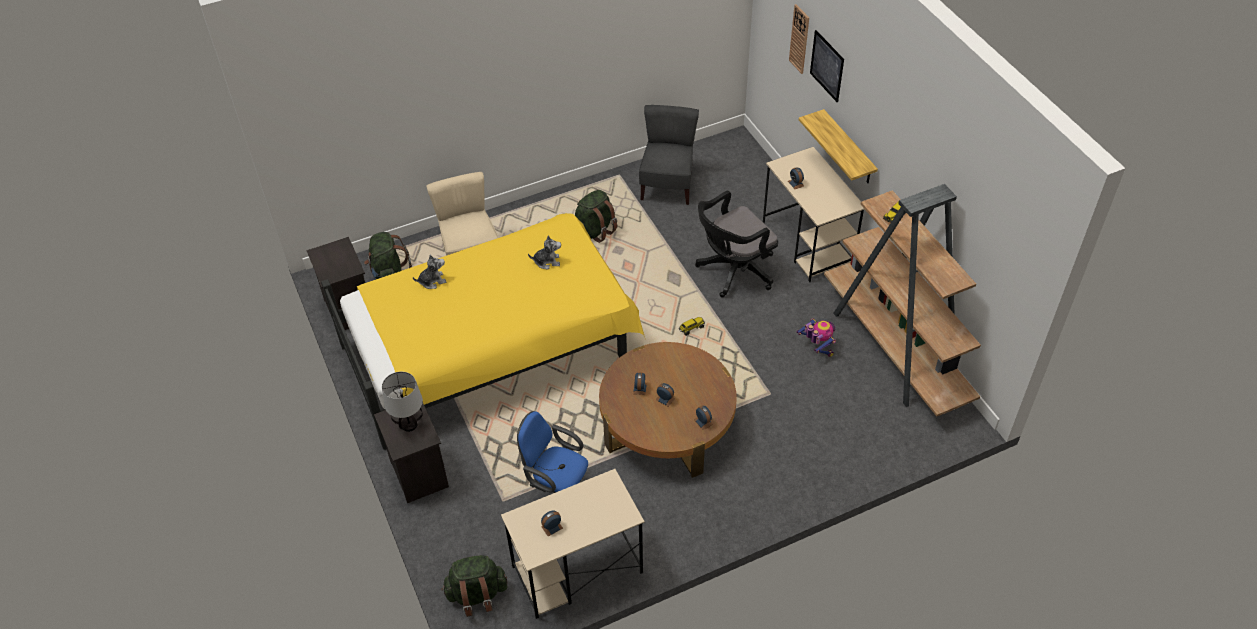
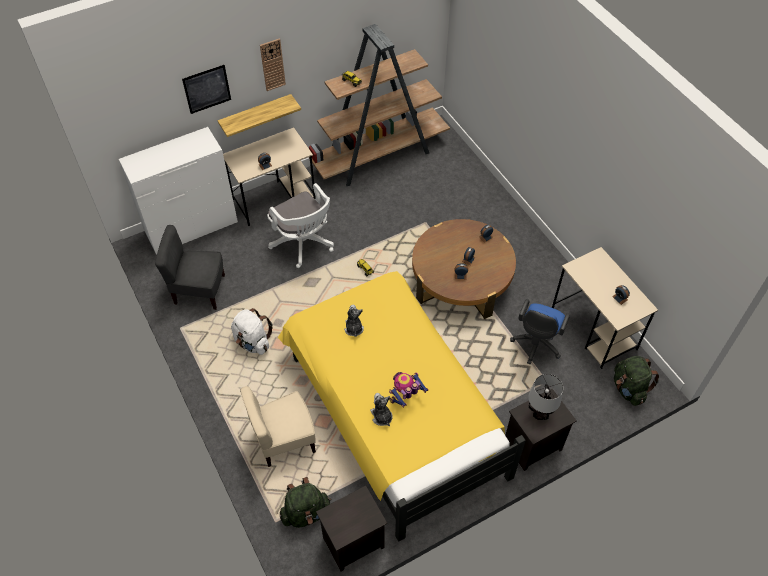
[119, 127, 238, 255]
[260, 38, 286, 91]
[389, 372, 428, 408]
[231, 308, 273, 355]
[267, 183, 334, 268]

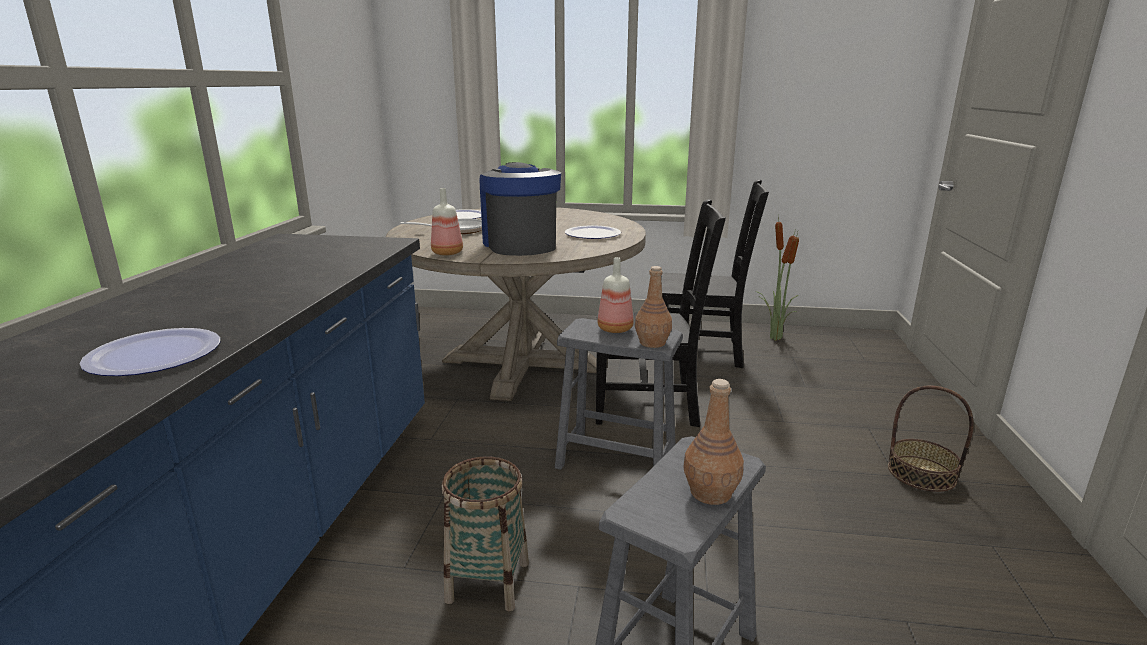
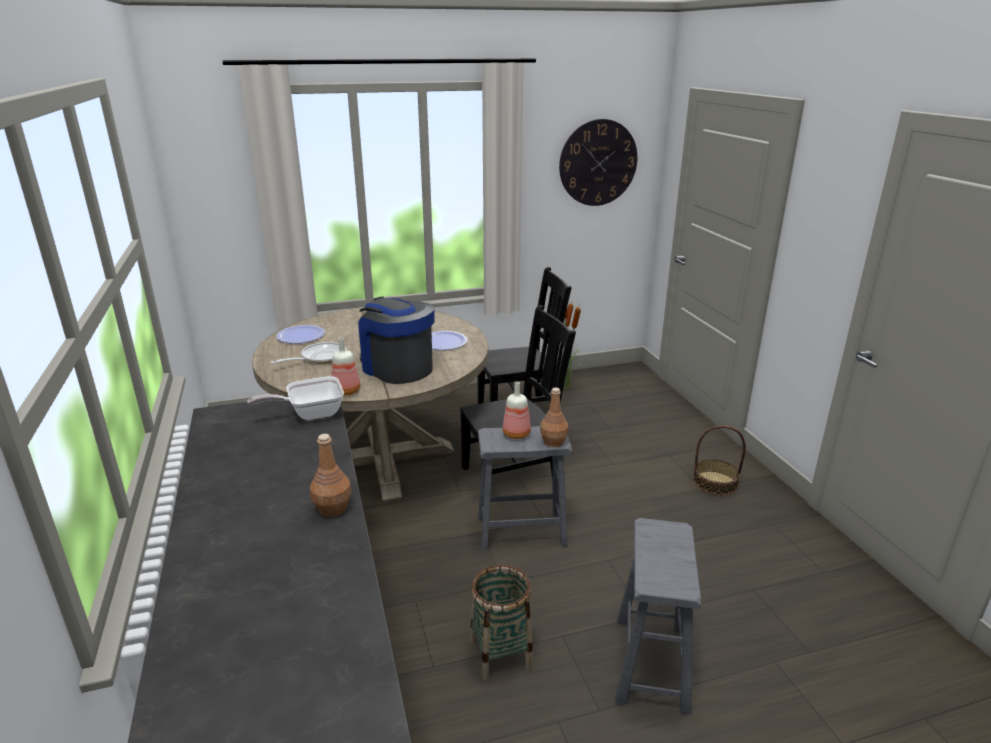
[79, 328, 220, 376] (first image)
[247, 376, 344, 420]
[559, 119, 637, 206]
[310, 434, 351, 517]

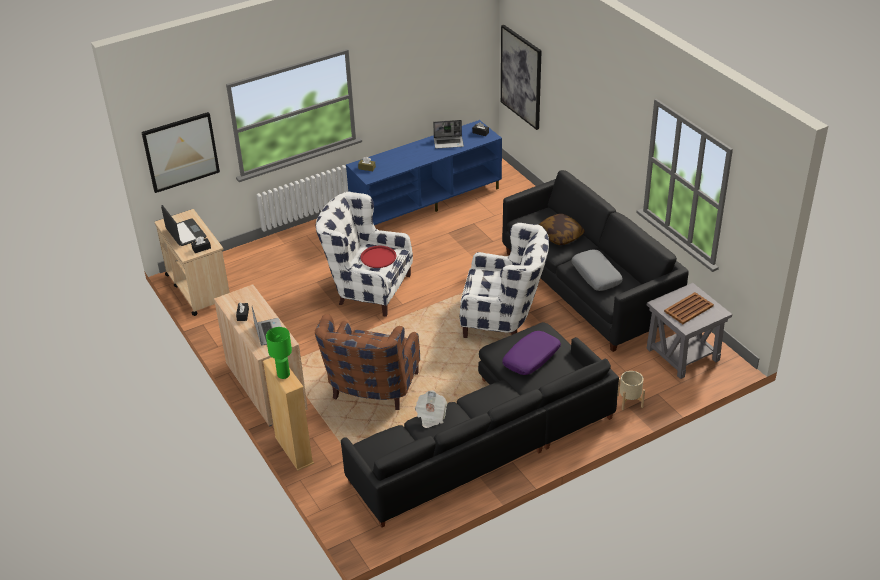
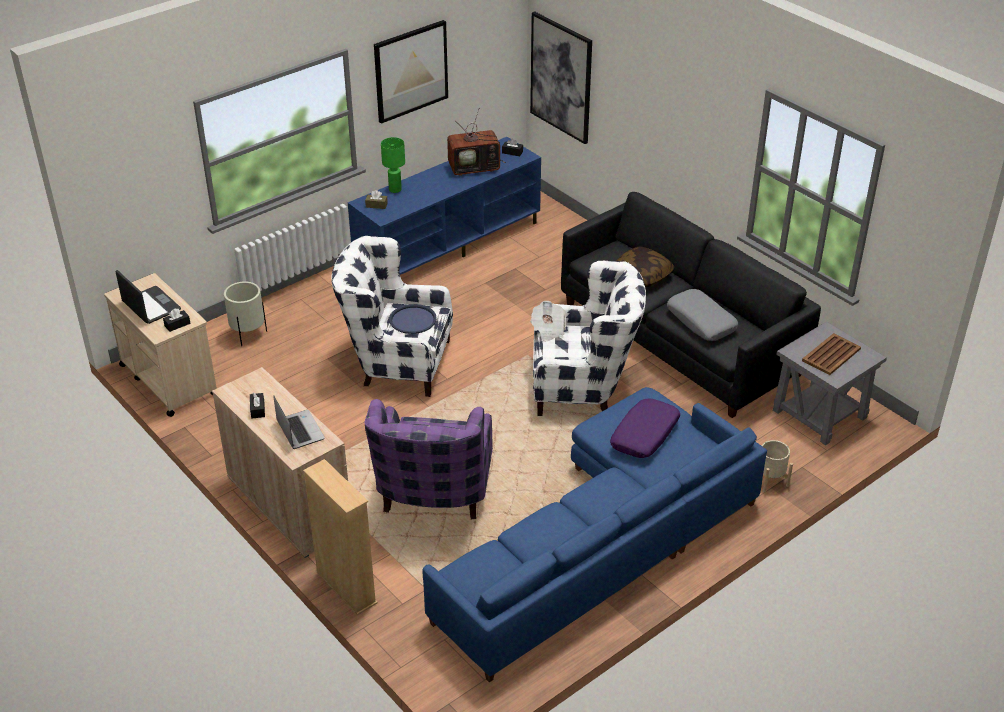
[224, 282, 267, 346]
[374, 20, 448, 124]
[381, 137, 405, 193]
[530, 301, 566, 342]
[447, 109, 506, 176]
[365, 399, 493, 519]
[422, 387, 767, 683]
[389, 304, 437, 334]

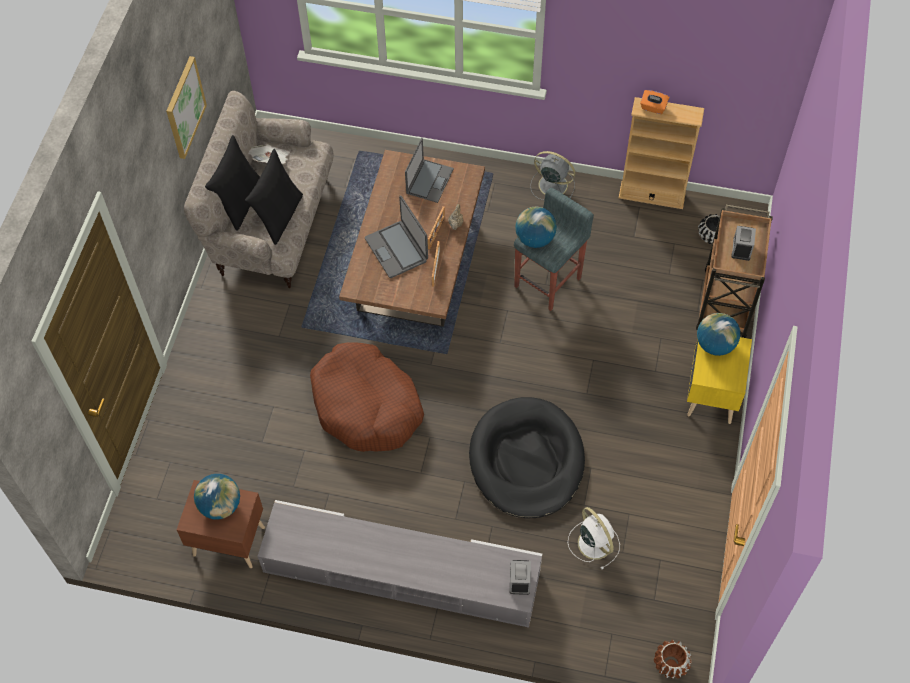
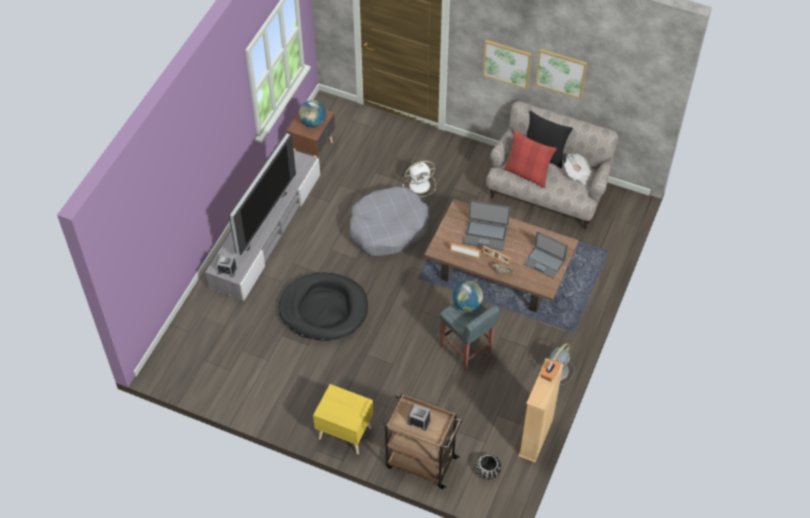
[654, 640, 692, 679] (first image)
[697, 313, 740, 356] (first image)
[229, 132, 296, 256]
[482, 40, 532, 90]
[402, 161, 436, 197]
[504, 130, 557, 188]
[349, 187, 429, 256]
[463, 200, 510, 250]

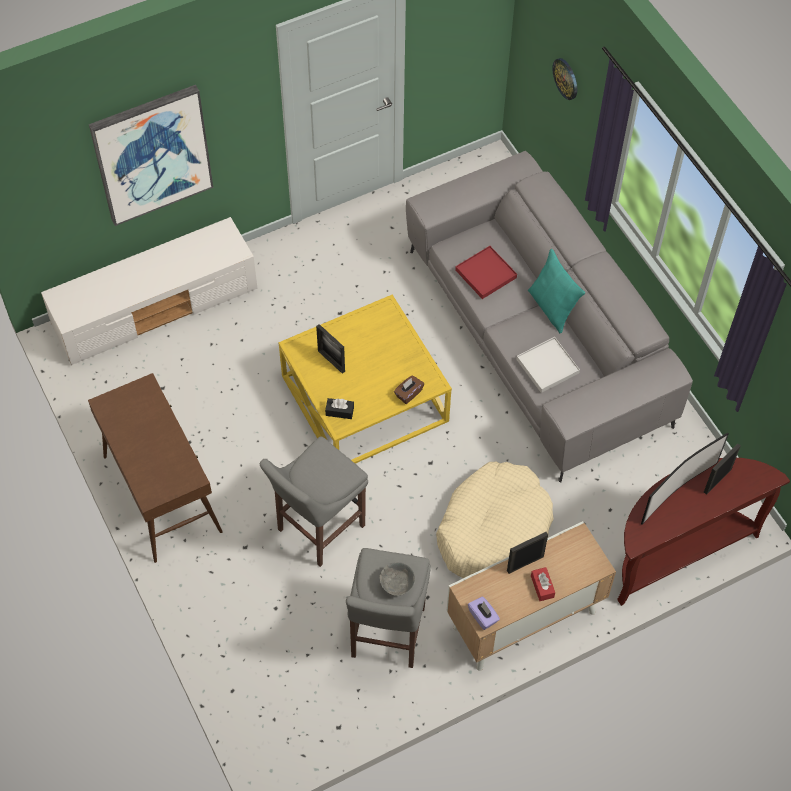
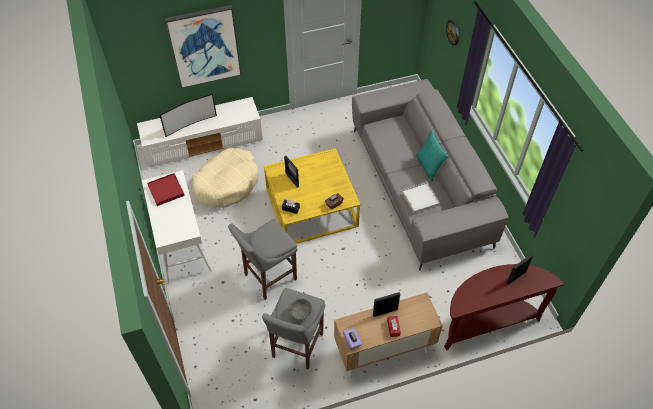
[192, 148, 258, 208]
[147, 173, 185, 206]
[159, 94, 217, 137]
[142, 170, 212, 283]

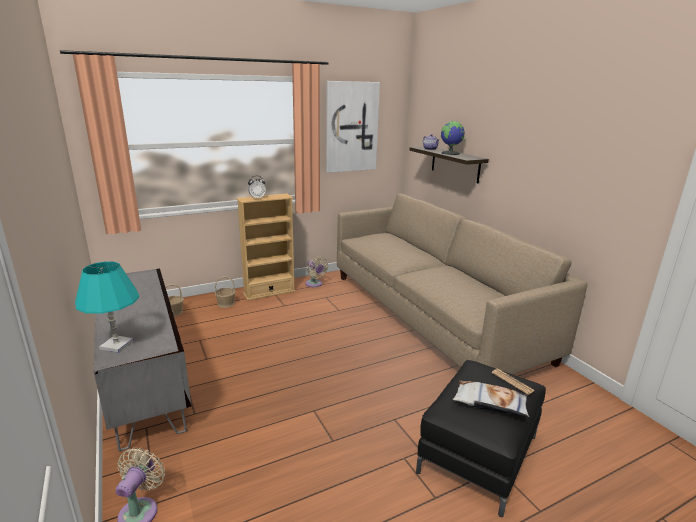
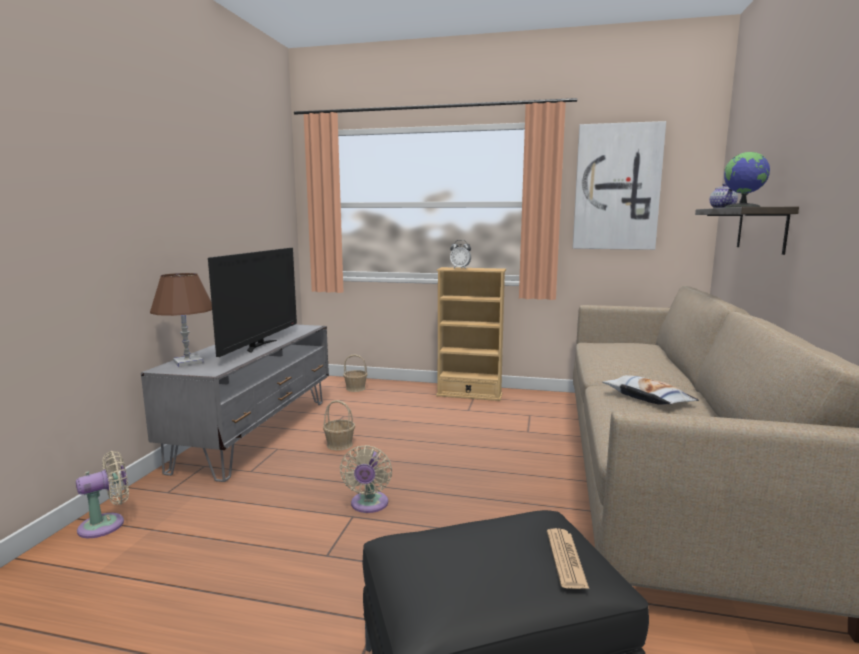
[208, 248, 297, 357]
[323, 400, 355, 451]
[340, 445, 392, 513]
[602, 375, 699, 404]
[150, 273, 212, 366]

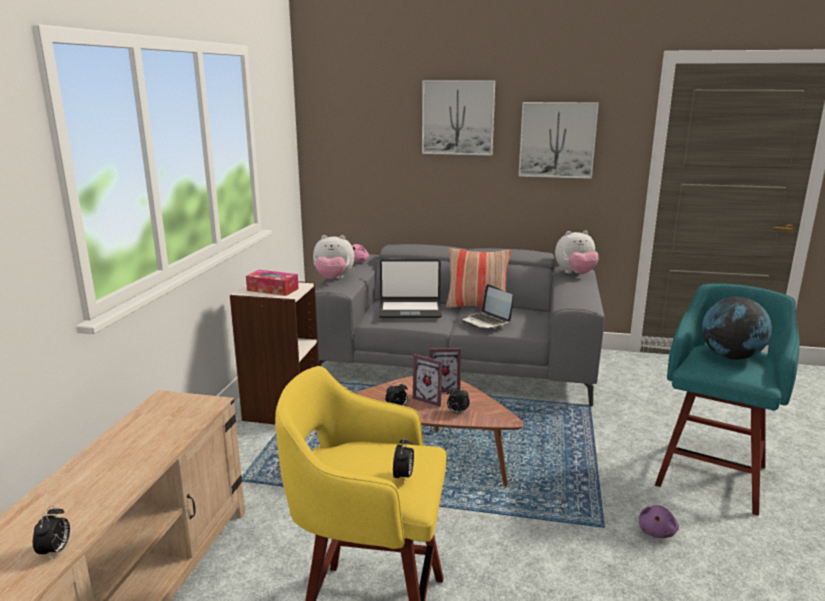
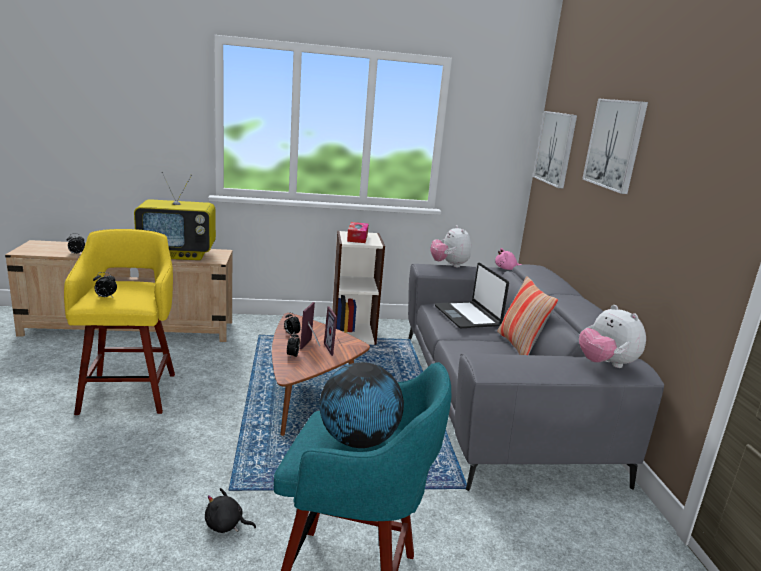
[461, 284, 513, 328] (first image)
[134, 172, 216, 260]
[533, 111, 577, 188]
[205, 488, 256, 533]

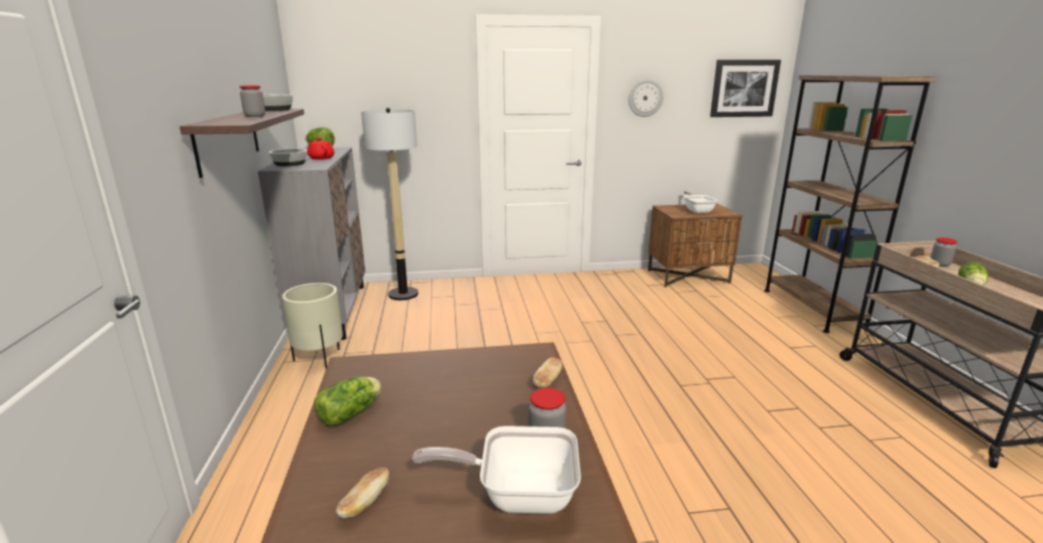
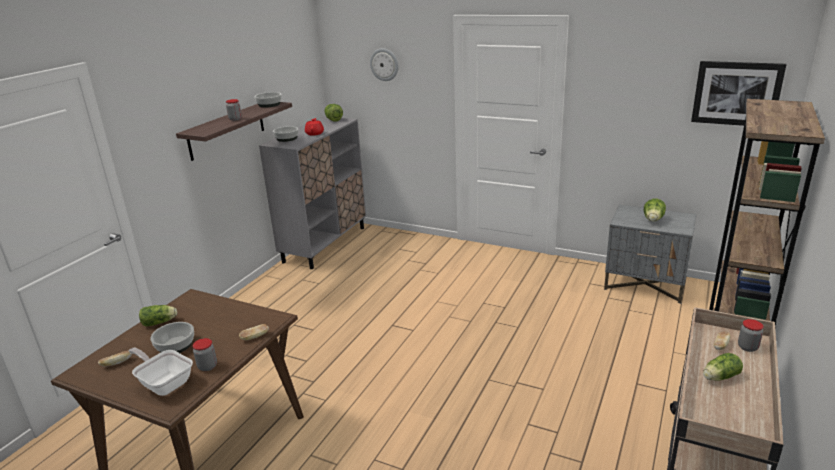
[282, 283, 343, 368] (first image)
[361, 108, 418, 300] (first image)
[150, 322, 194, 353]
[370, 48, 398, 81]
[644, 199, 666, 221]
[604, 205, 697, 304]

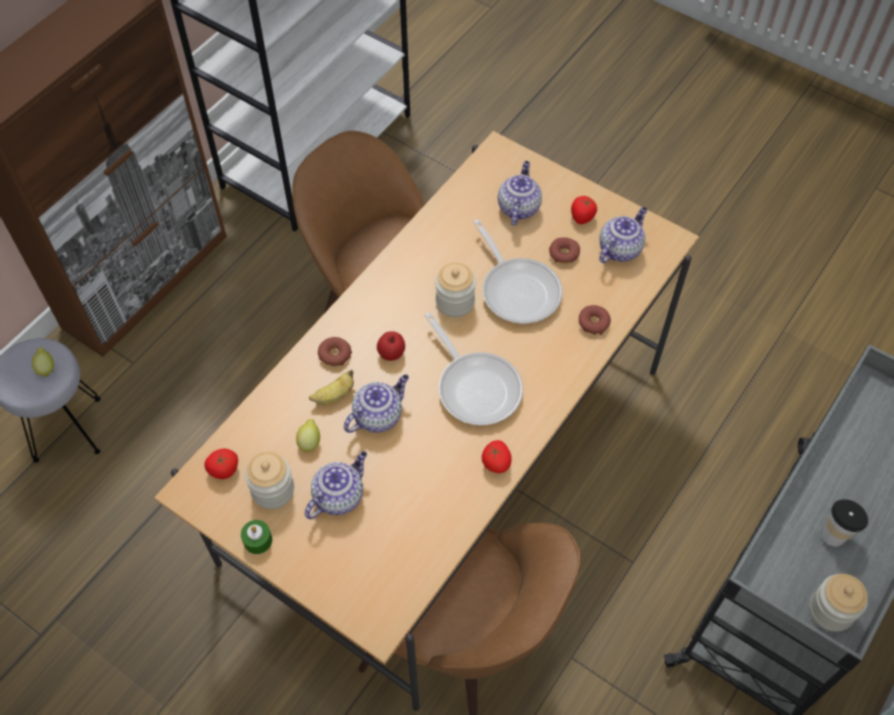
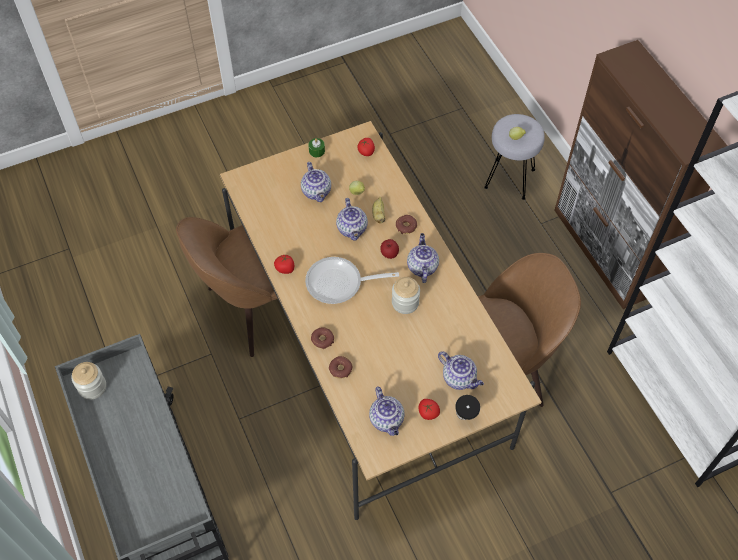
[245, 451, 294, 509] (first image)
[473, 219, 563, 324] (first image)
[407, 233, 439, 283]
[311, 327, 334, 349]
[455, 395, 480, 420]

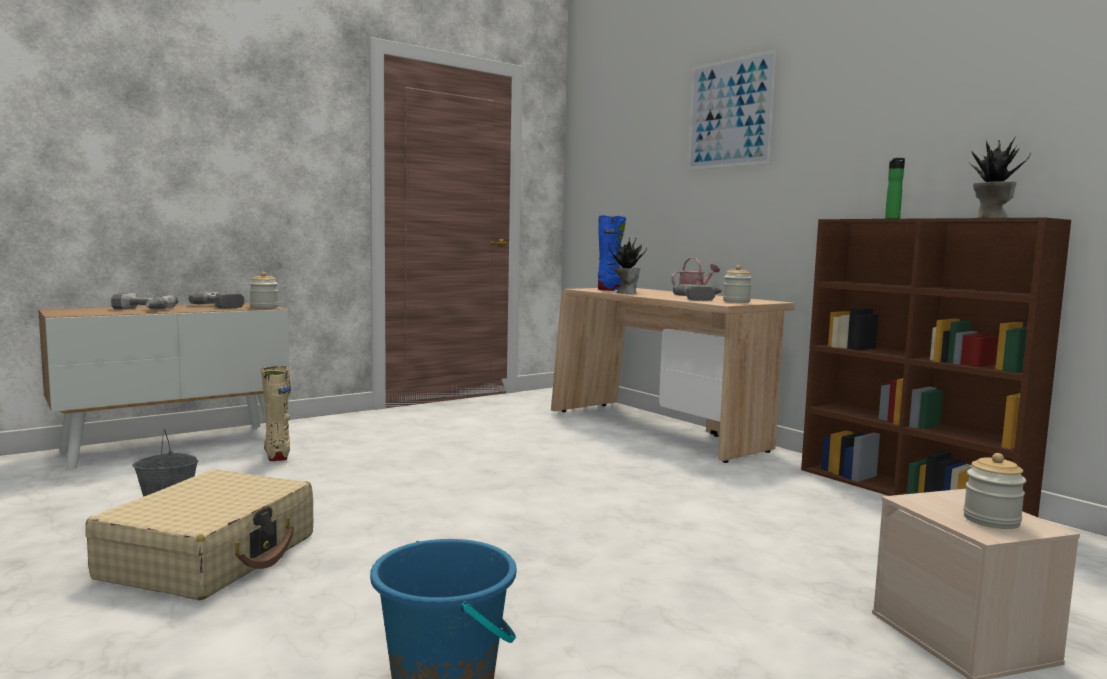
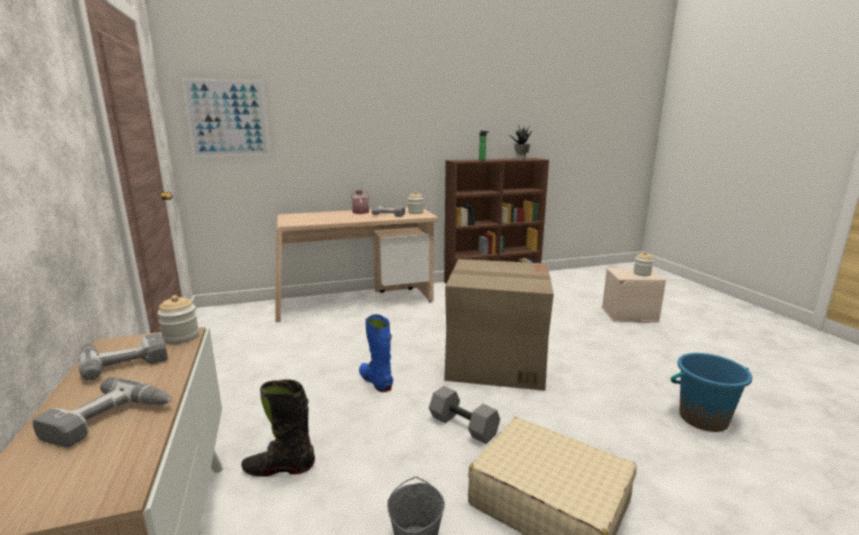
[609, 237, 647, 294] (first image)
[429, 386, 500, 444]
[444, 259, 554, 391]
[359, 314, 393, 392]
[181, 78, 271, 157]
[241, 379, 315, 477]

